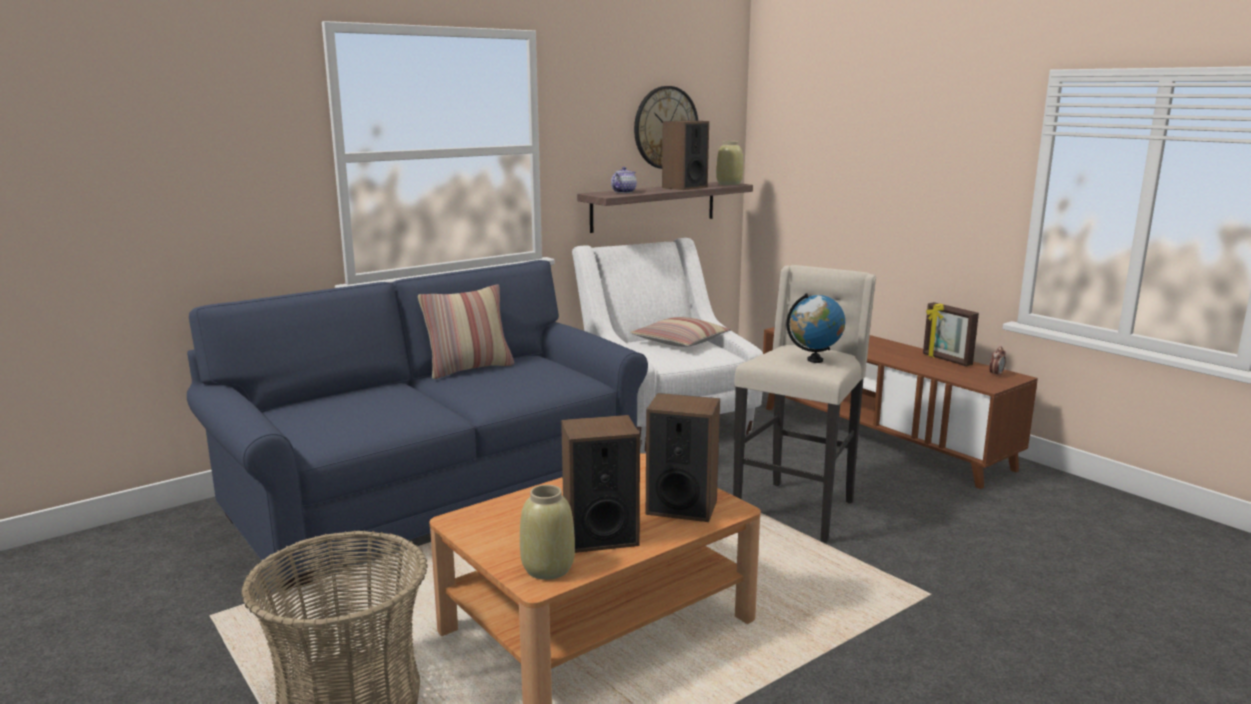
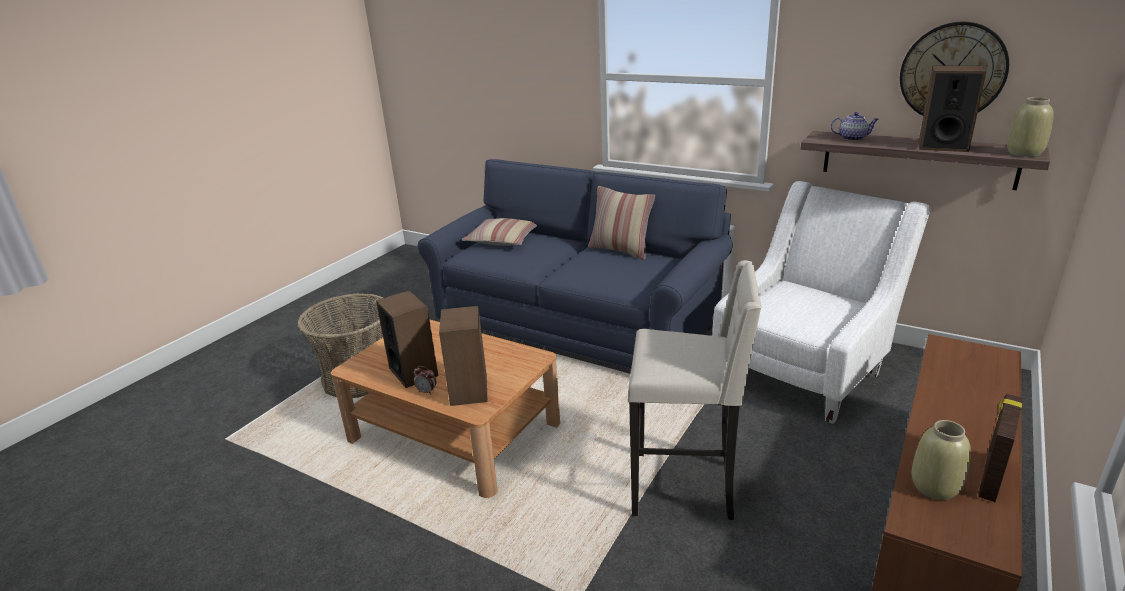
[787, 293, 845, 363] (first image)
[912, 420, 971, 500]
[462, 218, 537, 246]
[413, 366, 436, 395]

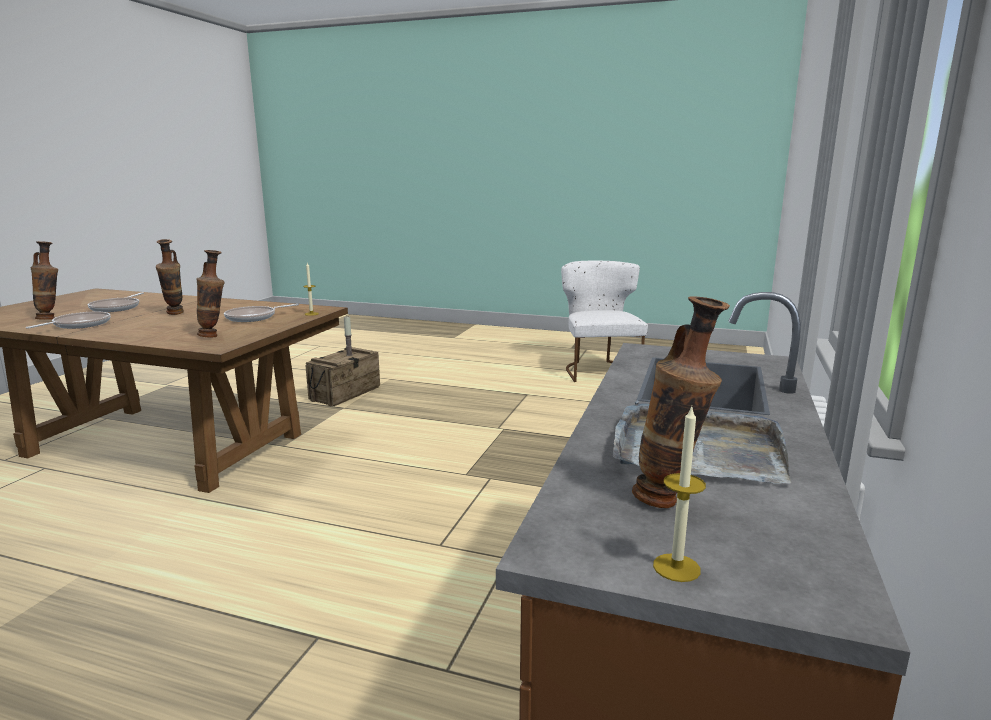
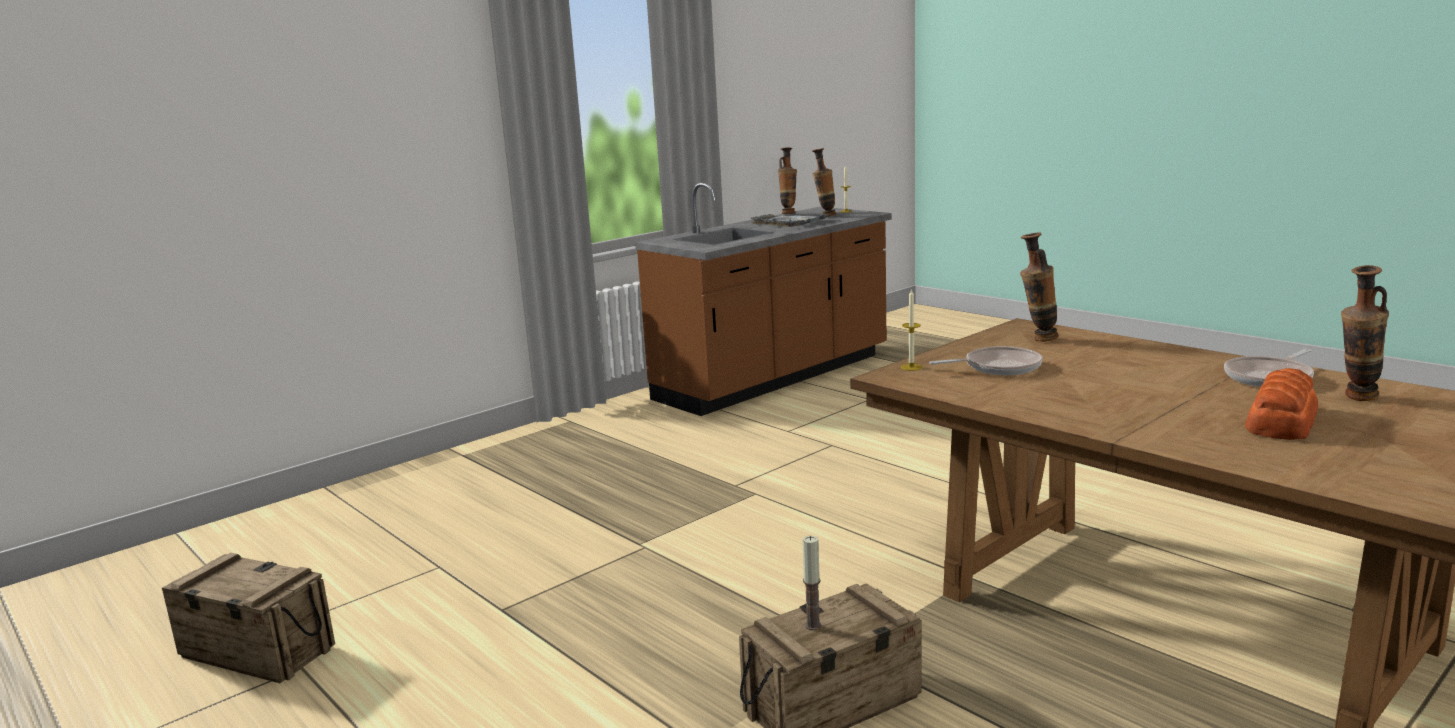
[778, 147, 797, 214]
[1245, 368, 1318, 440]
[162, 553, 335, 683]

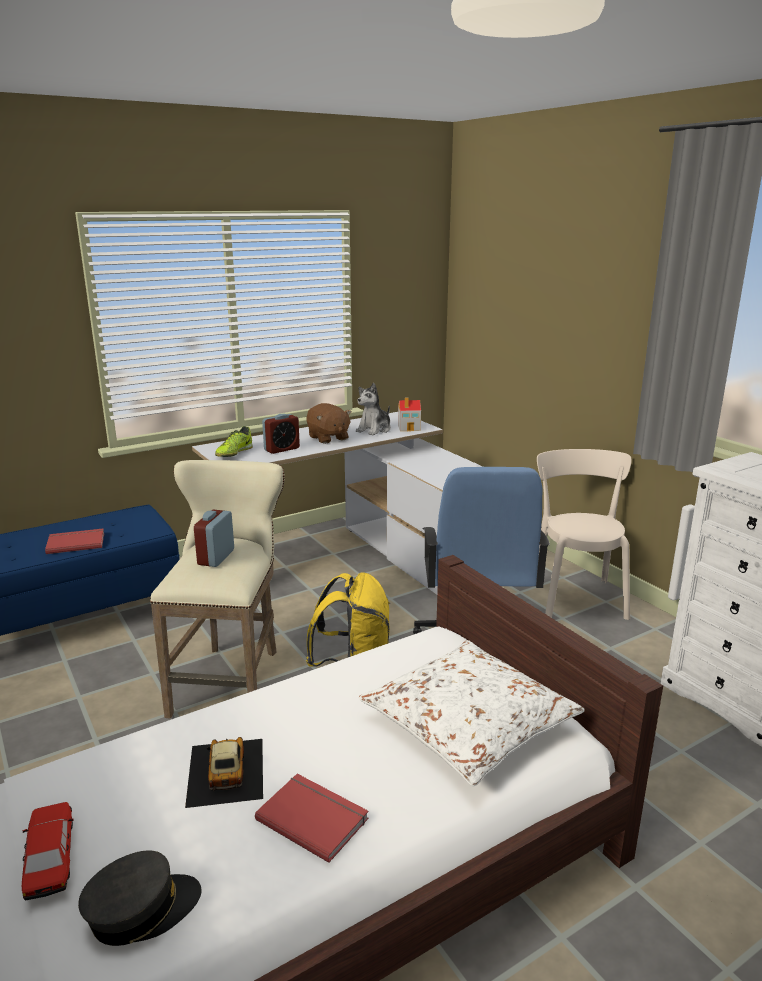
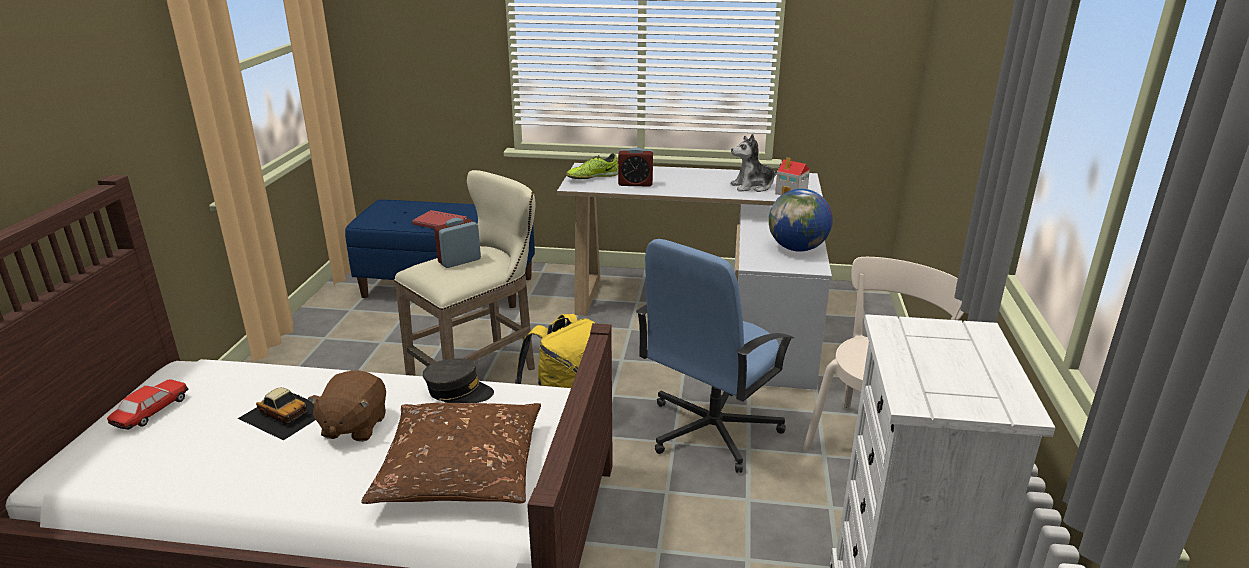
[255, 774, 369, 863] (first image)
[769, 189, 833, 252]
[423, 358, 494, 403]
[308, 370, 386, 442]
[361, 403, 541, 504]
[238, 387, 316, 440]

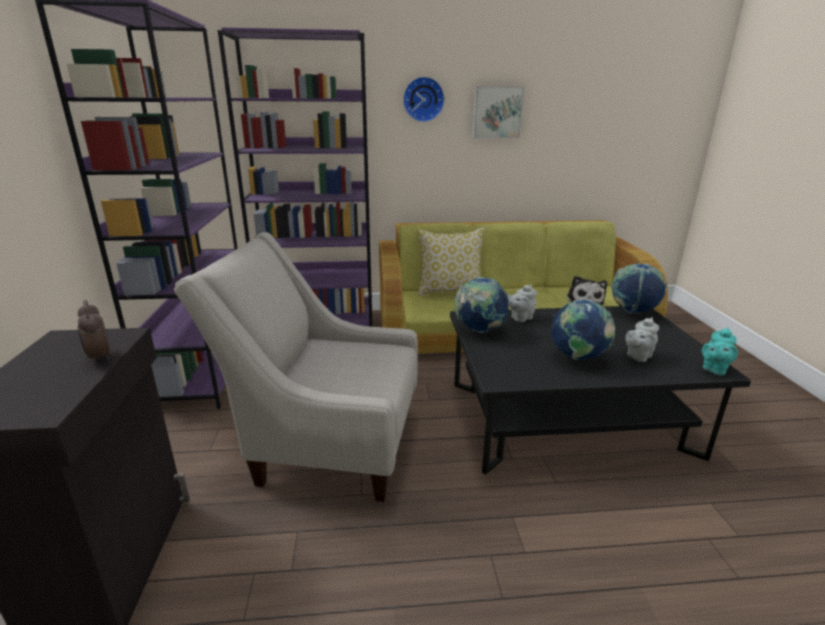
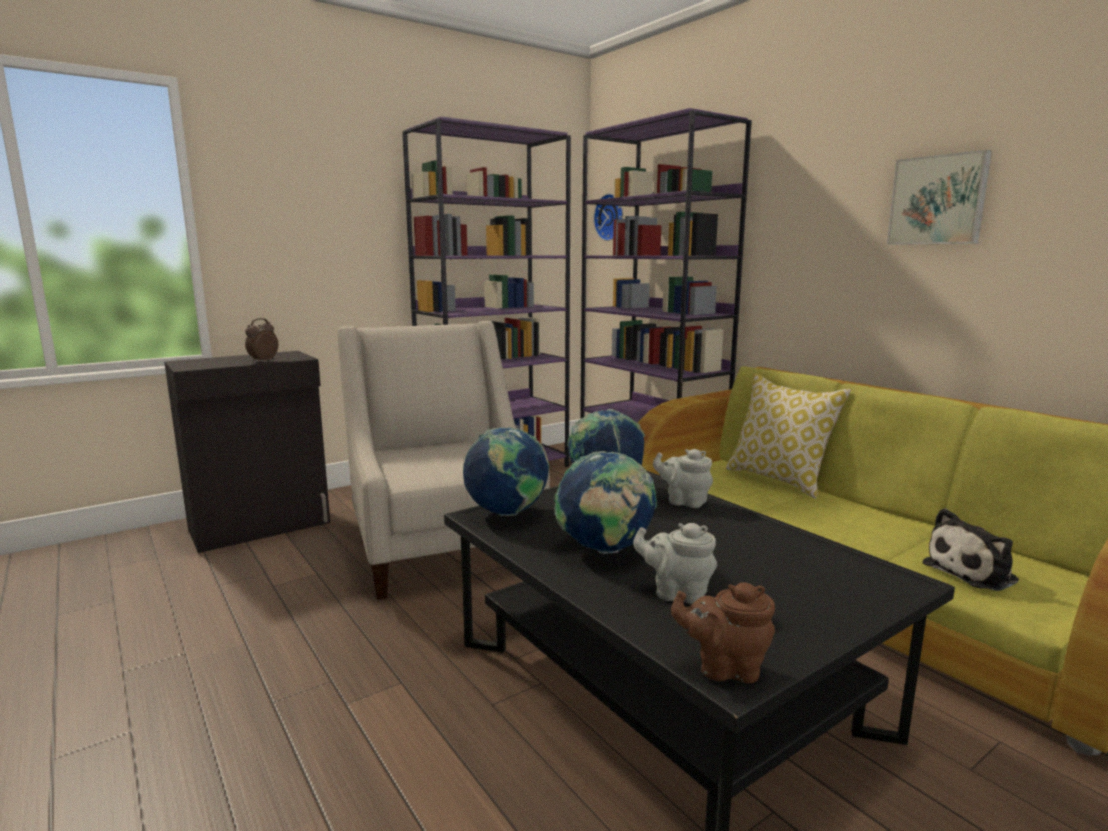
[593, 194, 623, 241]
[463, 427, 549, 516]
[671, 583, 775, 683]

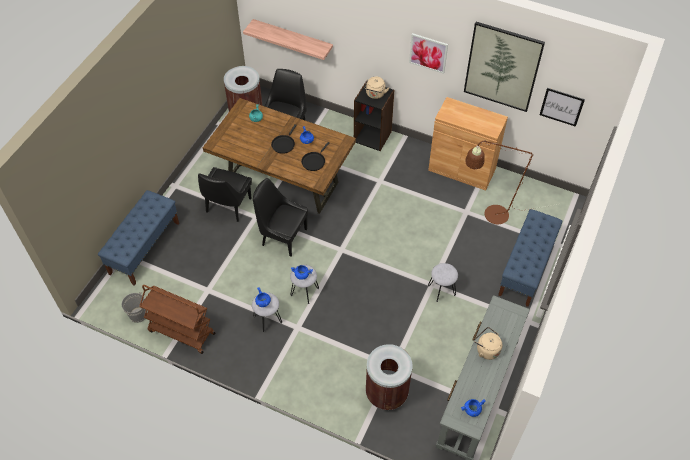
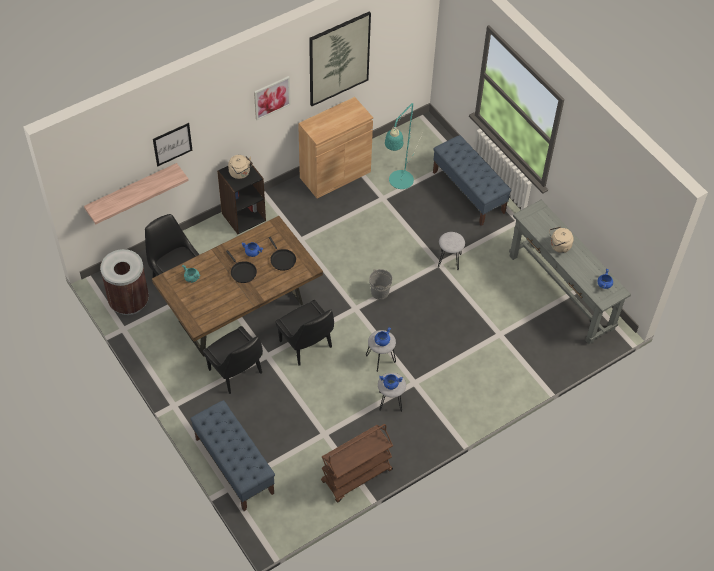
[366, 344, 413, 410] (first image)
[369, 269, 393, 300]
[153, 123, 193, 167]
[385, 103, 423, 189]
[275, 300, 334, 366]

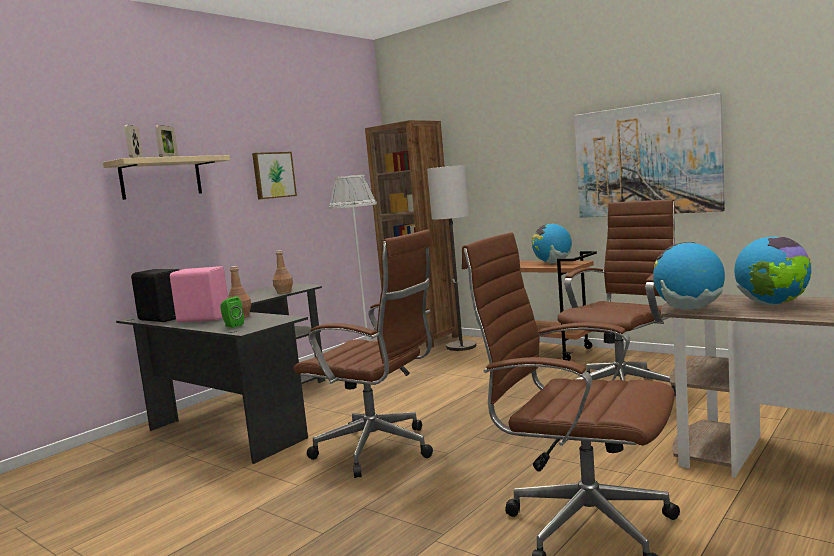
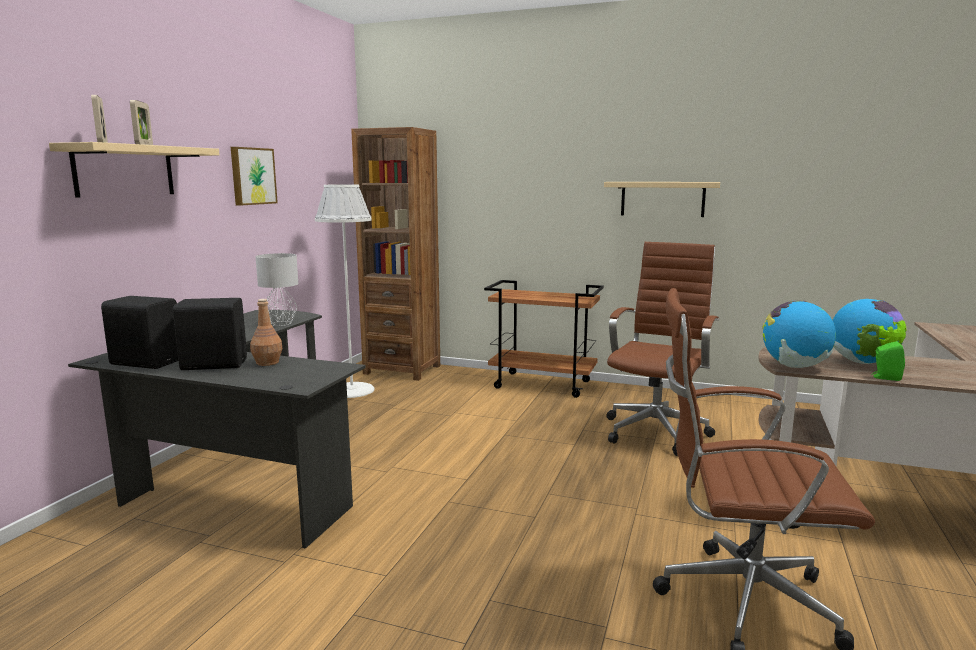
[294, 229, 433, 478] (first image)
[427, 165, 476, 351] (first image)
[532, 224, 572, 263] (first image)
[871, 341, 905, 381]
[255, 253, 298, 326]
[604, 182, 720, 217]
[173, 298, 247, 370]

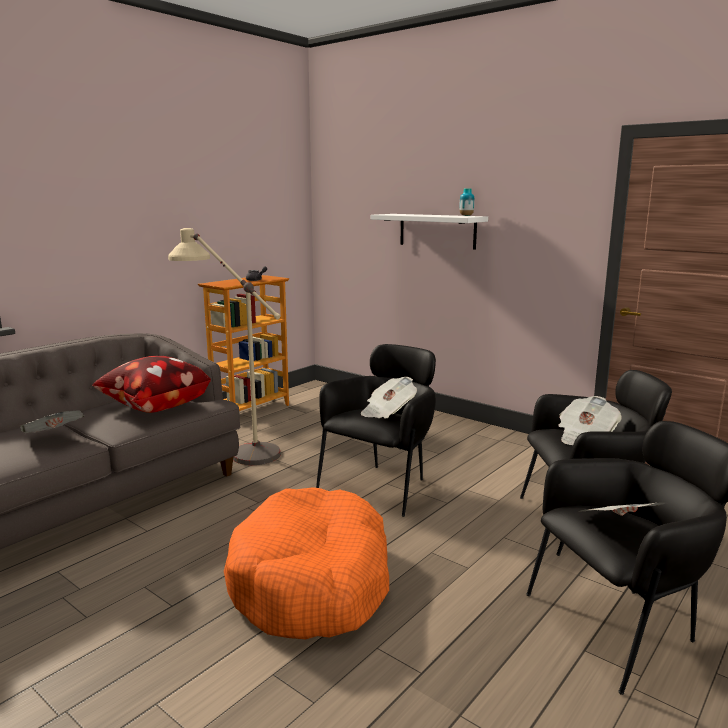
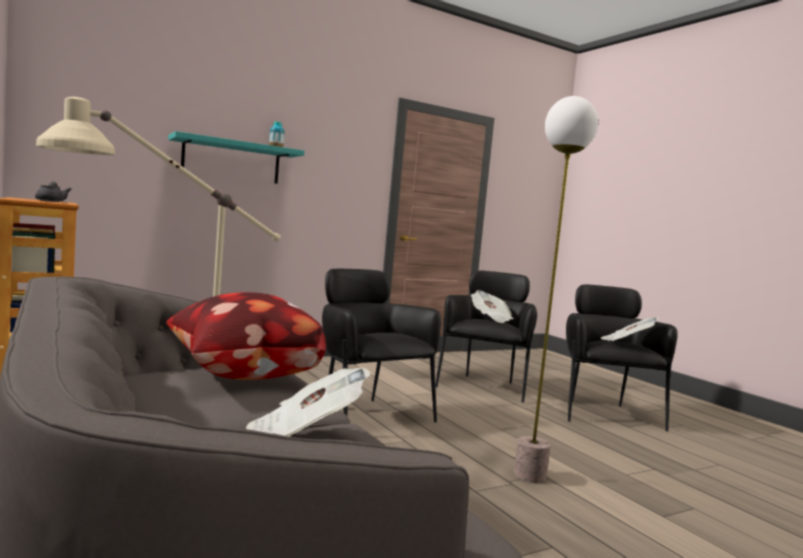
[361, 377, 417, 419] (first image)
[514, 96, 598, 483]
[168, 131, 305, 184]

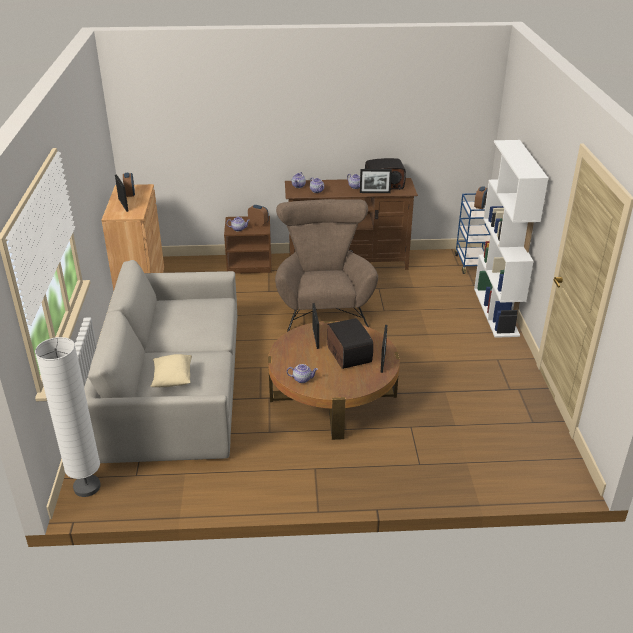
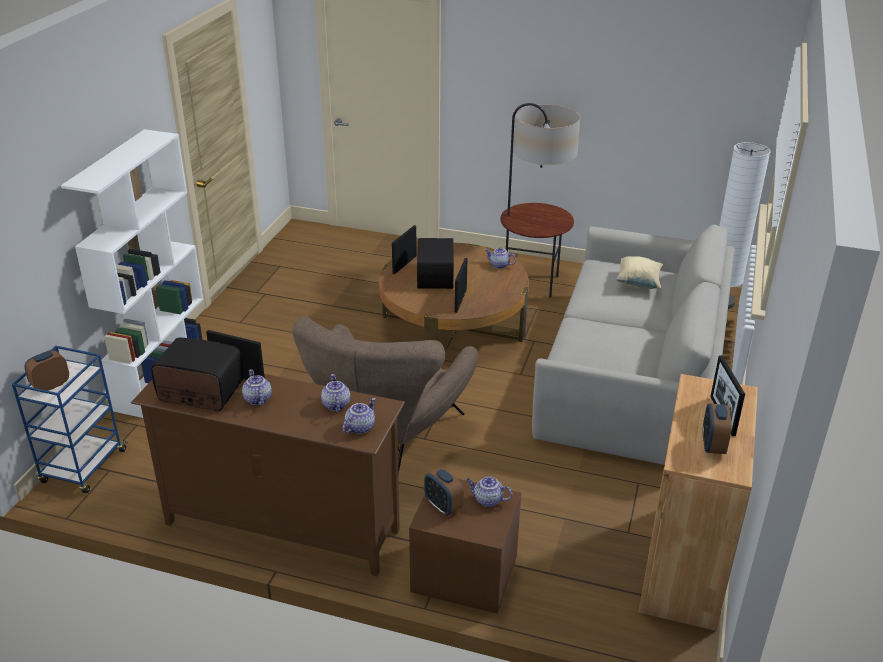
[500, 103, 580, 298]

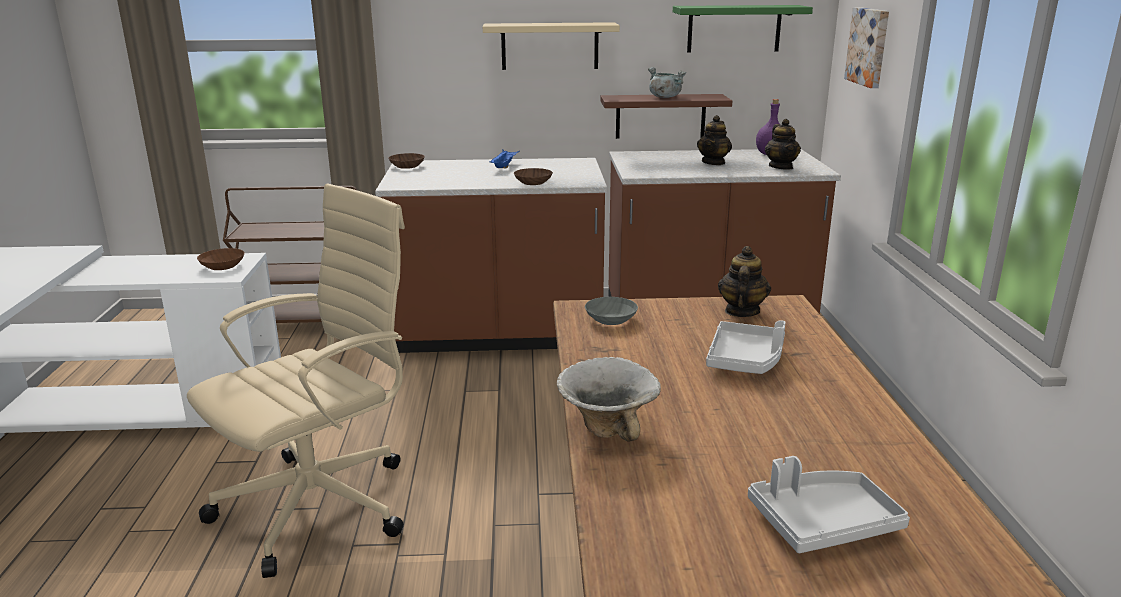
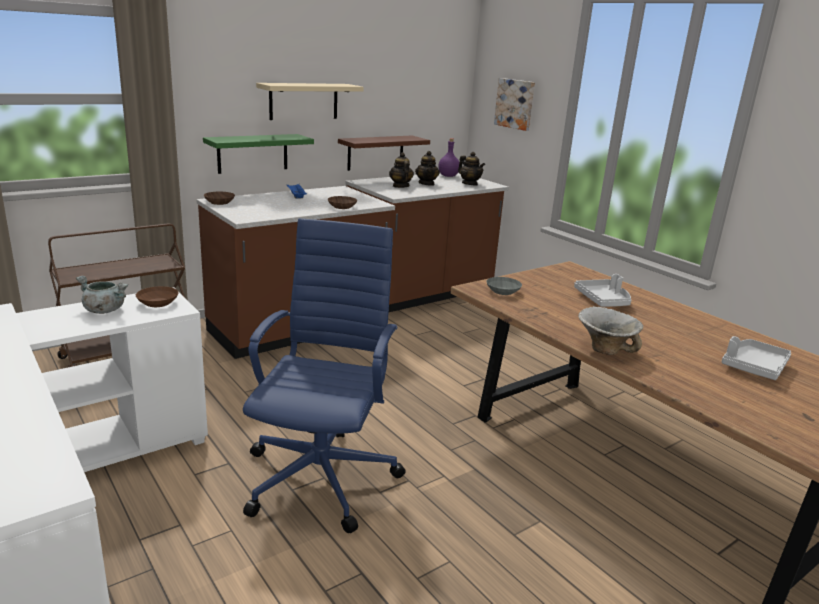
[76, 276, 128, 314]
[203, 134, 314, 174]
[389, 152, 414, 188]
[243, 218, 406, 533]

